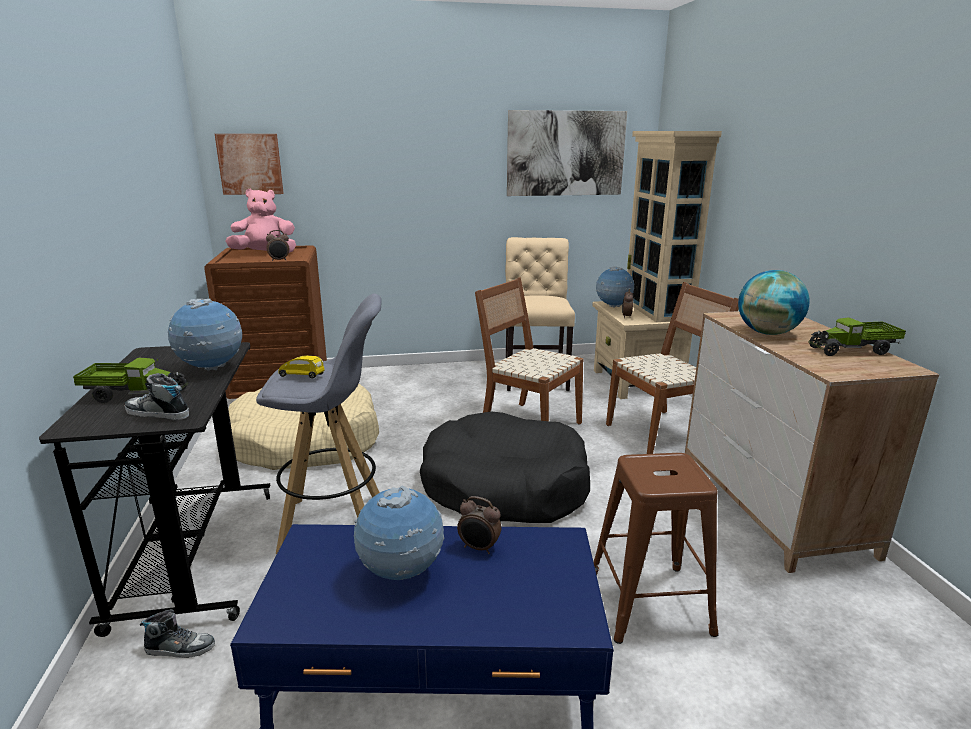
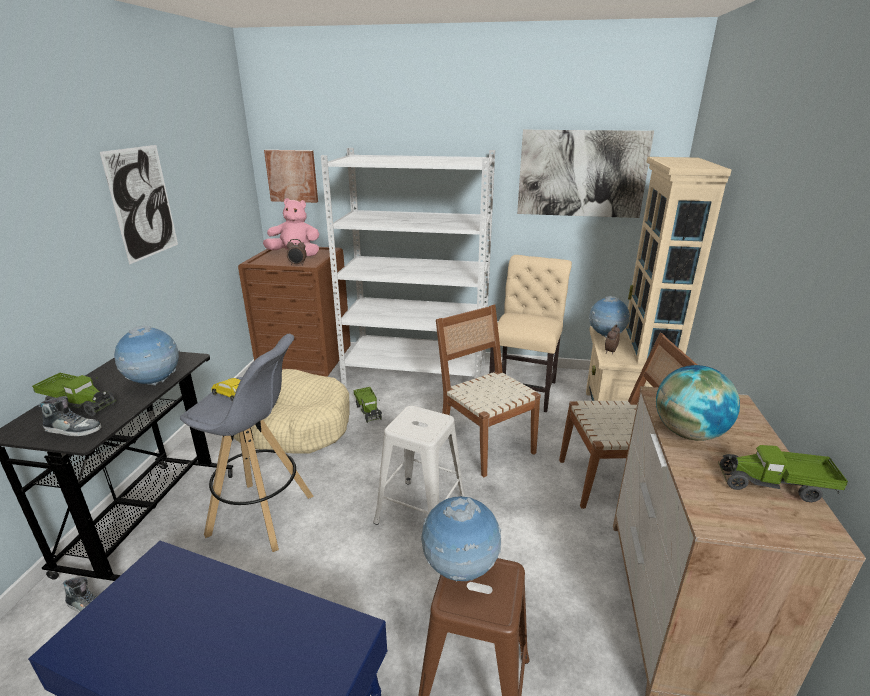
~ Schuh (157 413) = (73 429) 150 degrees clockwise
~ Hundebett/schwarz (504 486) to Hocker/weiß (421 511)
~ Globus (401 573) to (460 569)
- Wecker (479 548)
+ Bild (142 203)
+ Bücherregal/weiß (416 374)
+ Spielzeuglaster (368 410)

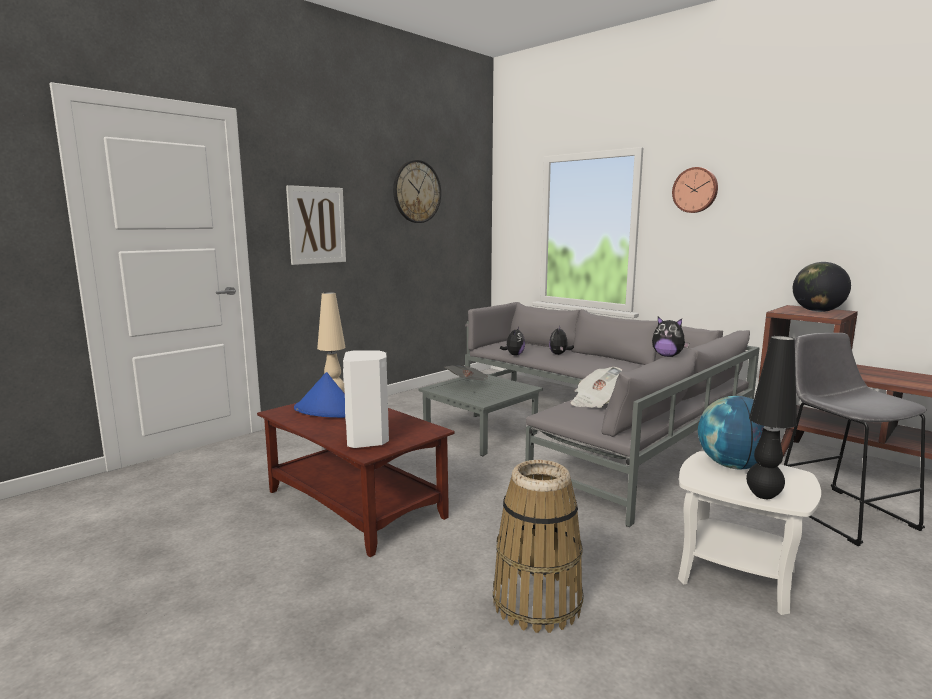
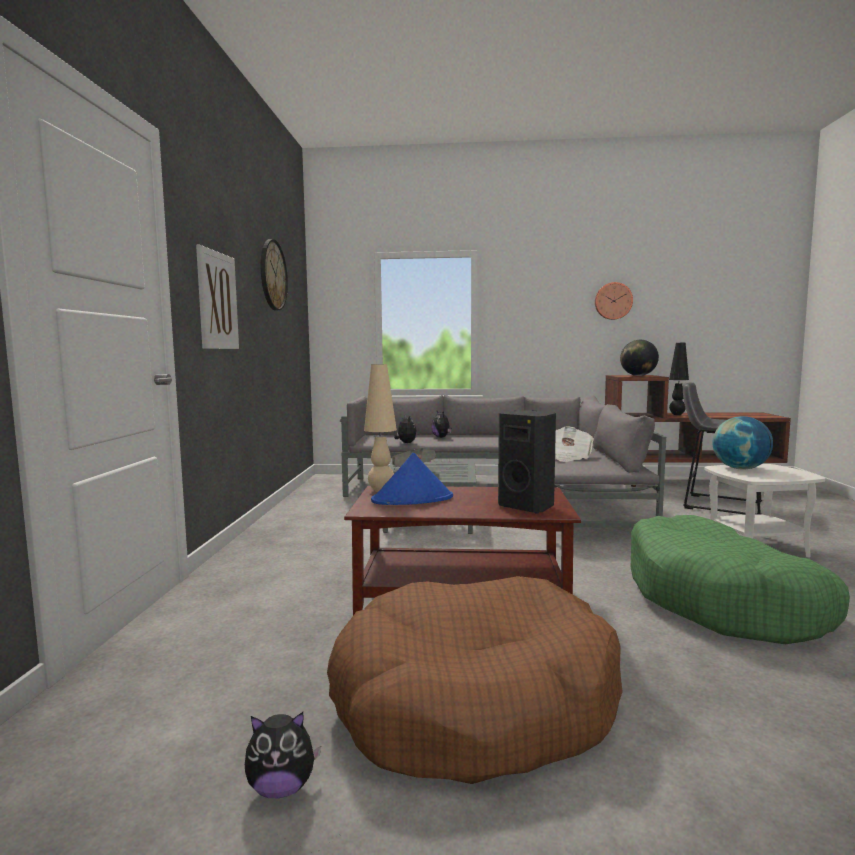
~ Wanduhr (695 190) to (613 301)
~ Plüschtier (667 356) to (282 788)
~ Tischlampe/schwarz (763 495) to (677 414)
~ Lautsprecher/weiß (368 440) to Lautsprecher/schwarz (527 506)
~ Korb (537 602) to Hundebett/grün (722 601)
+ Hundebett/braun (474 702)

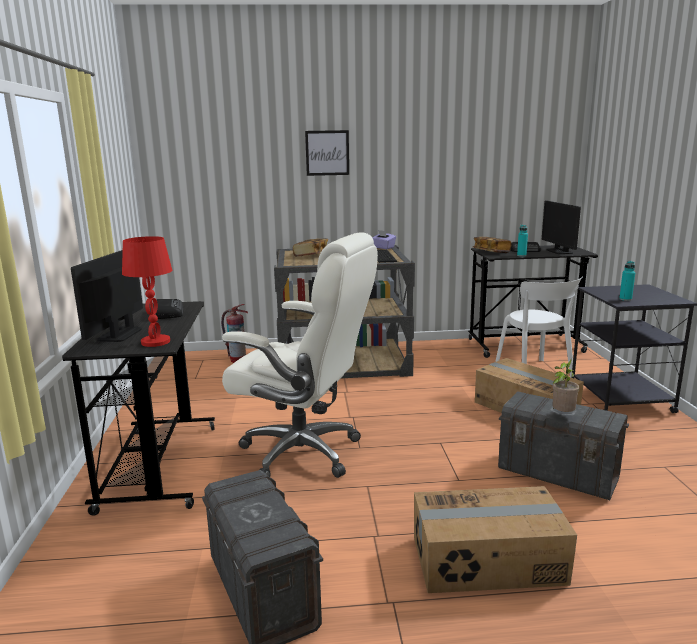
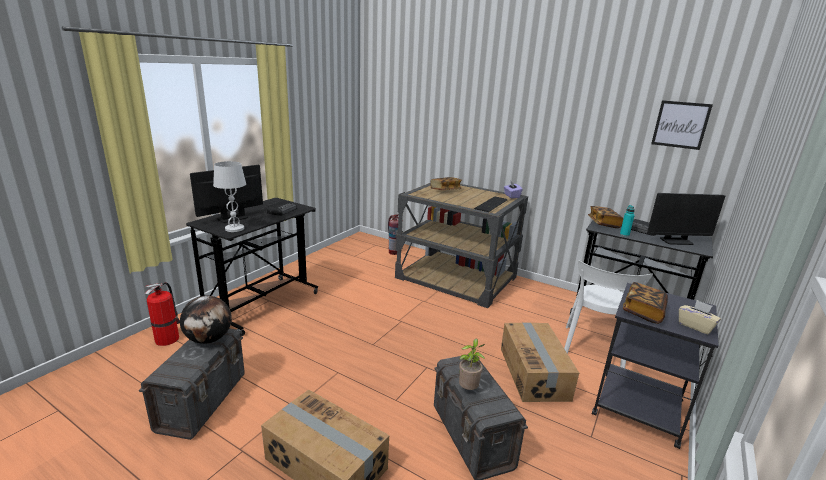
~ Bild (327 153) to (680 125)
~ Monitor (559 251) = (676 241) 120 degrees counterclockwise
- Bürostuhl/weiß (303 453)
~ Tischlampe/rot (156 342) to Tischlampe/weiß (234 229)
~ Flasche/türkis (625 299) to Buch (643 311)
+ Feuerlöscher (168 338)
+ Globus (209 339)
+ Taschentuchbox/beige (695 326)

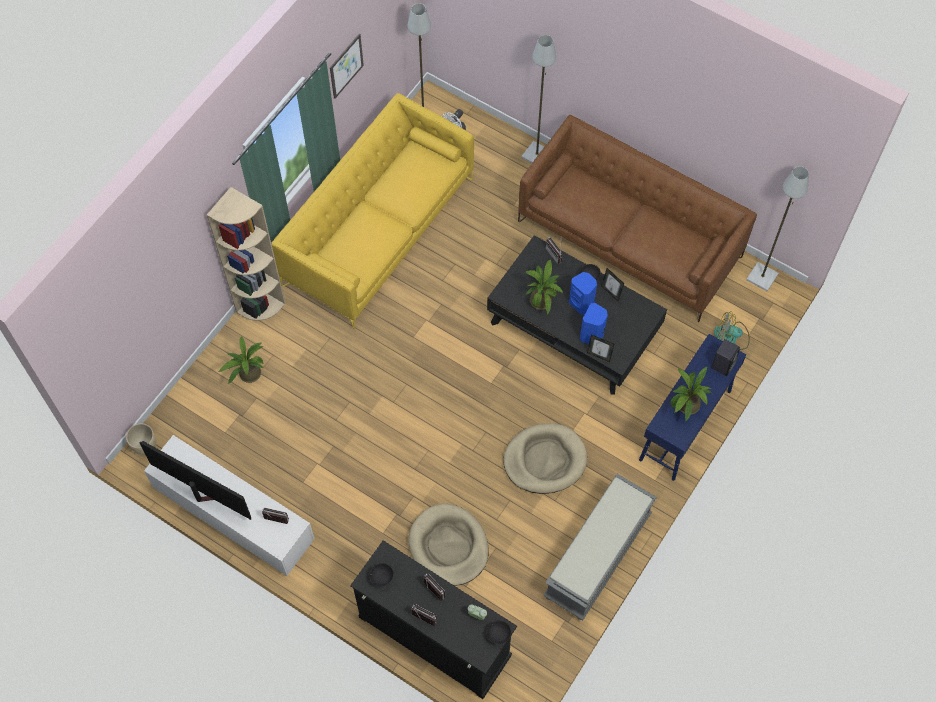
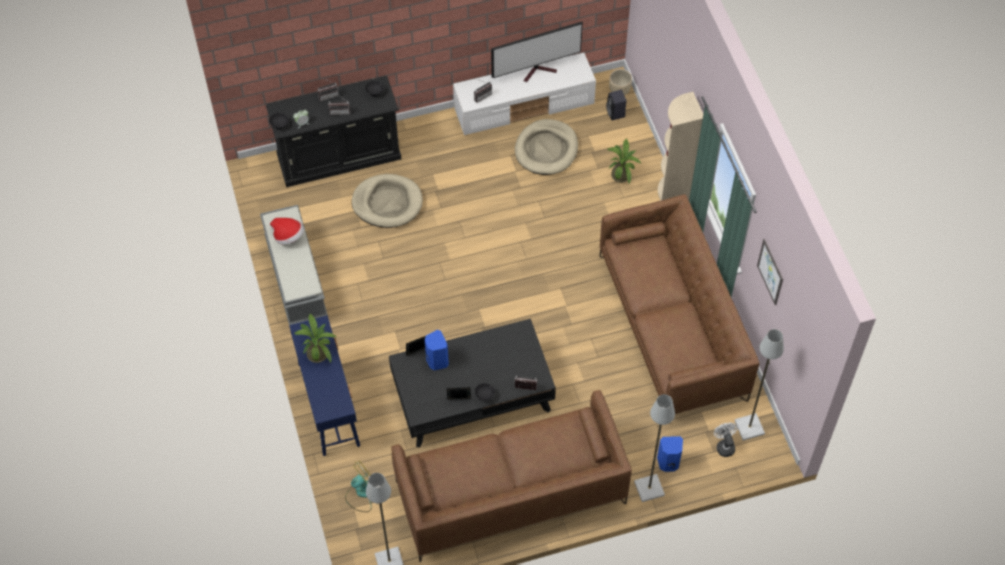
~ Sofa/gelb (378 231) to Sofa/braun (672 327)
- Topfpflanze (542 299)
~ Lautsprecher/blau (582 303) to (668 463)
~ Lautsprecher/schwarz (723 364) to (616 113)
~ Hundebett/beige (545 460) to (546 149)
+ Hut (288 236)

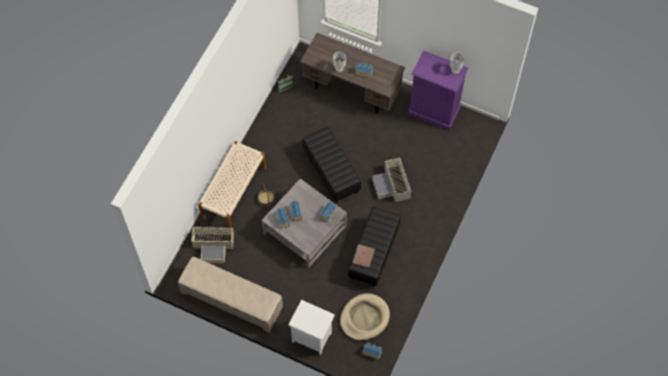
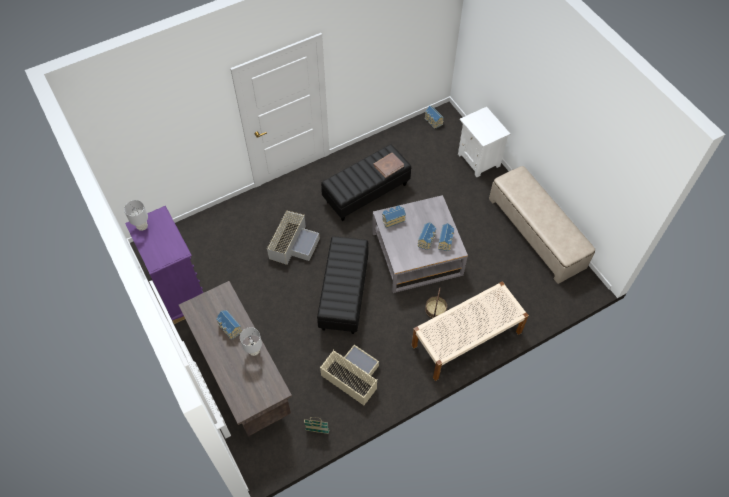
~ Aufbewahrungsbox/beige (214 245) to (352 376)
- Hundebett/beige (364 318)

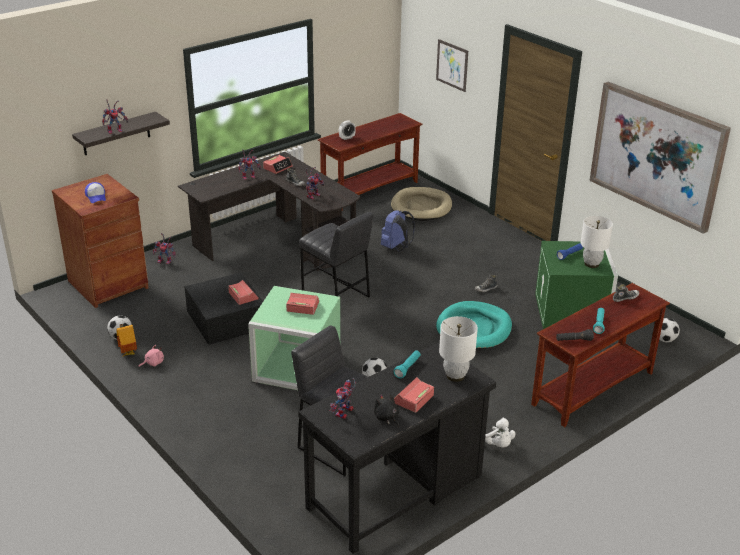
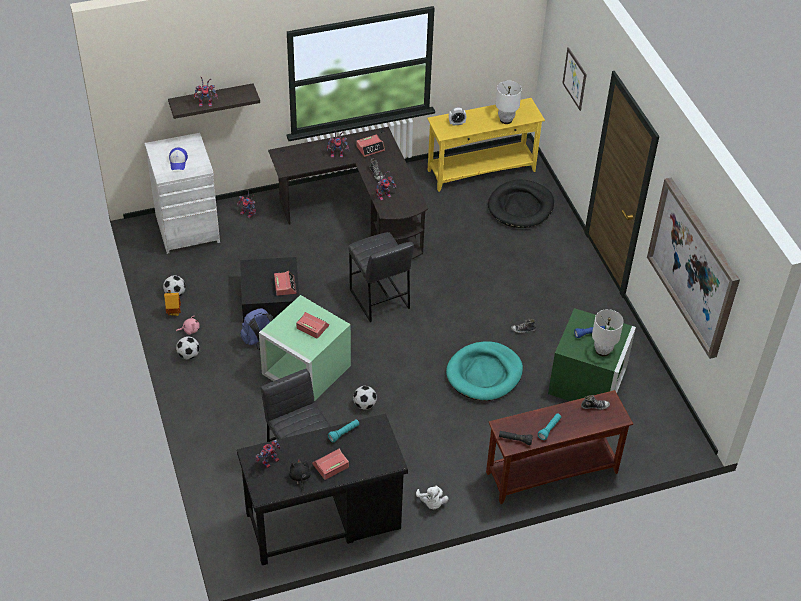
~ Konsolentisch/braun (370 190) to Konsolentisch/gelb (481 170)
~ Kommode/braun (109 284) to Kommode/weiß (188 229)
~ Hundebett/beige (421 207) to Hundebett/schwarz (521 207)
~ Rucksack/blau (396 247) to (259 342)
~ Tischlampe/weiß (455 376) to (506 120)
~ Fußball (664 340) to (188 355)

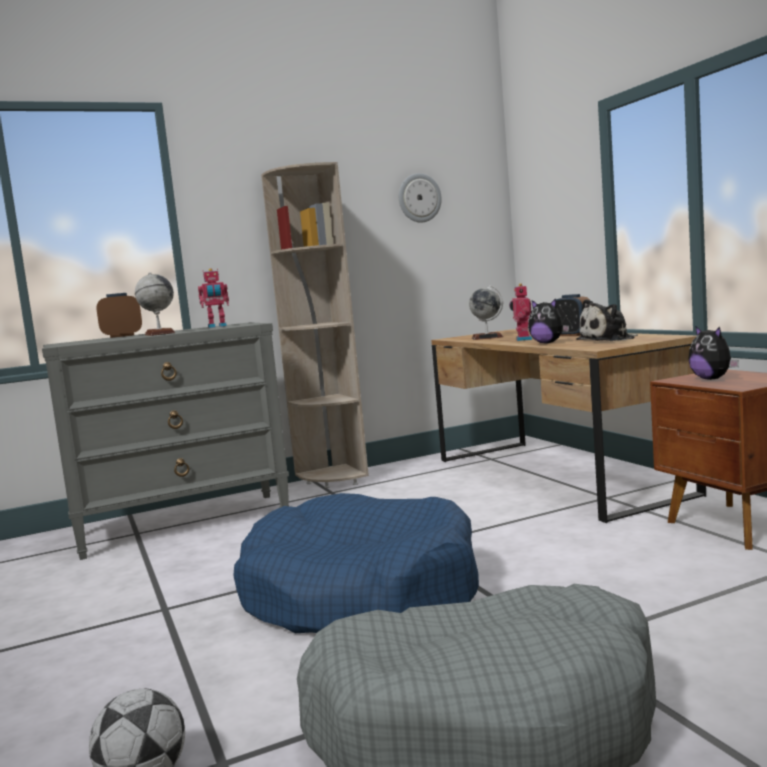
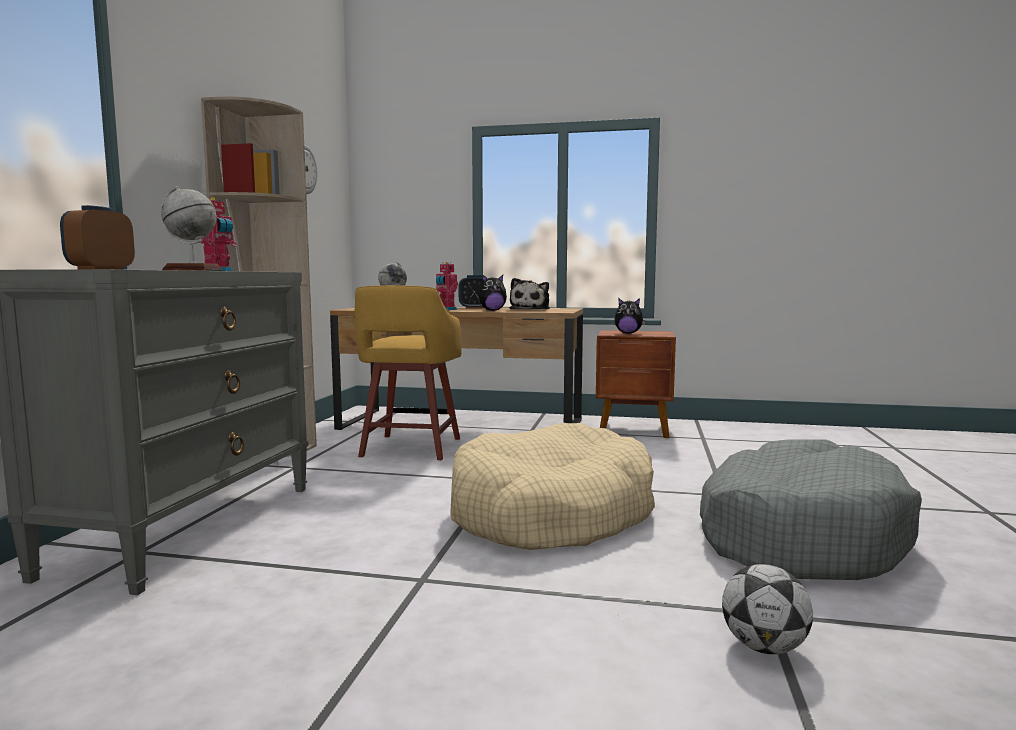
~ Hundebett/blau (360 594) to Hundebett/beige (550 513)
+ Hocker/gelb (410 448)

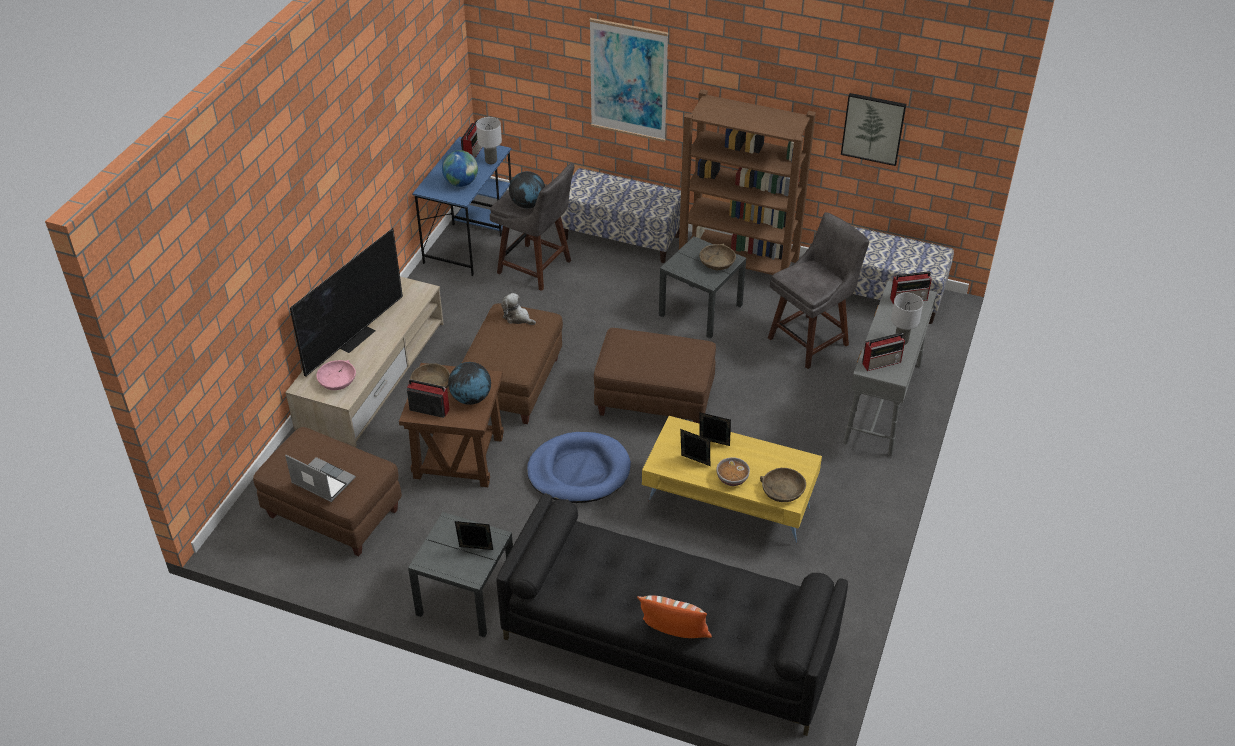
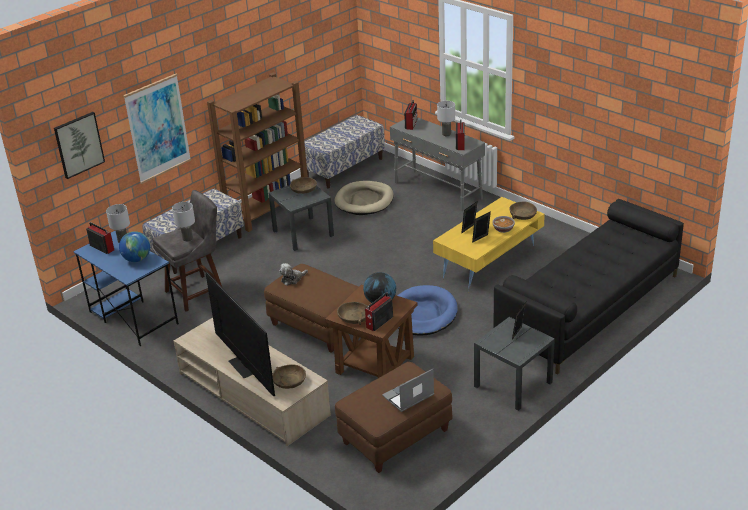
~ Bild (873 128) to (79 144)
~ Globus (528 204) to Tischlampe/weiß (187 239)
~ Hocker/grau (810 340) to Hundebett/beige (364 201)
- Polsterhocker/braun (654 400)
~ Schüssel/rosa (337 380) to Schüssel/braun (289 381)
- Kissen (674 635)

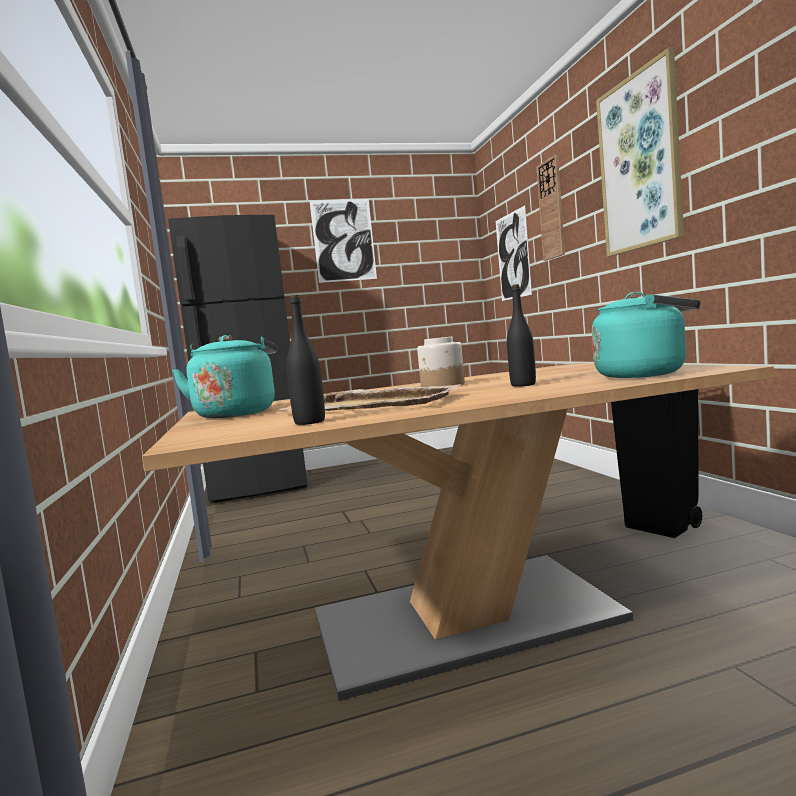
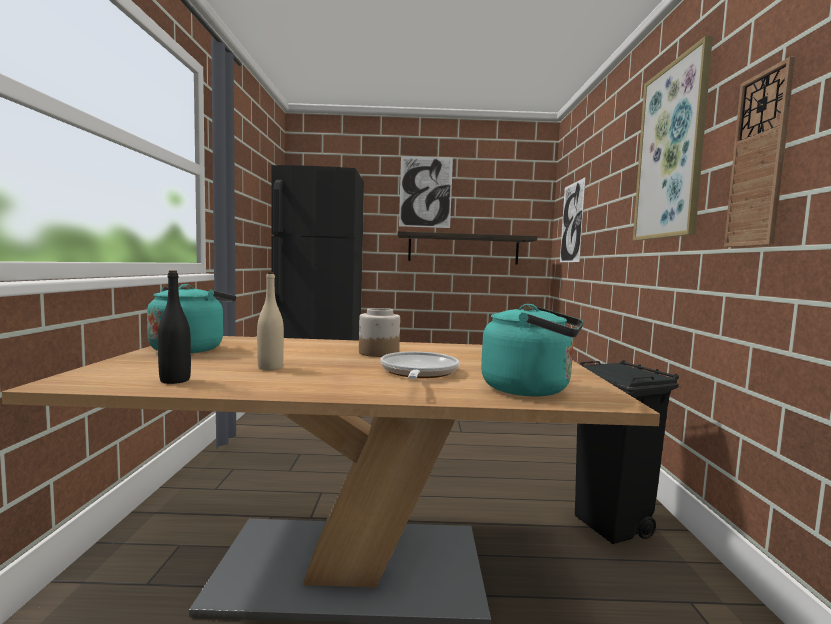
~ Wanduhr (551 209) to (759 160)
~ Flasche/schwarz (523 385) to Pfanne (418 373)
~ Tablett/beige (374 404) to Flasche/beige (270 368)
+ Wandregal (463 249)

